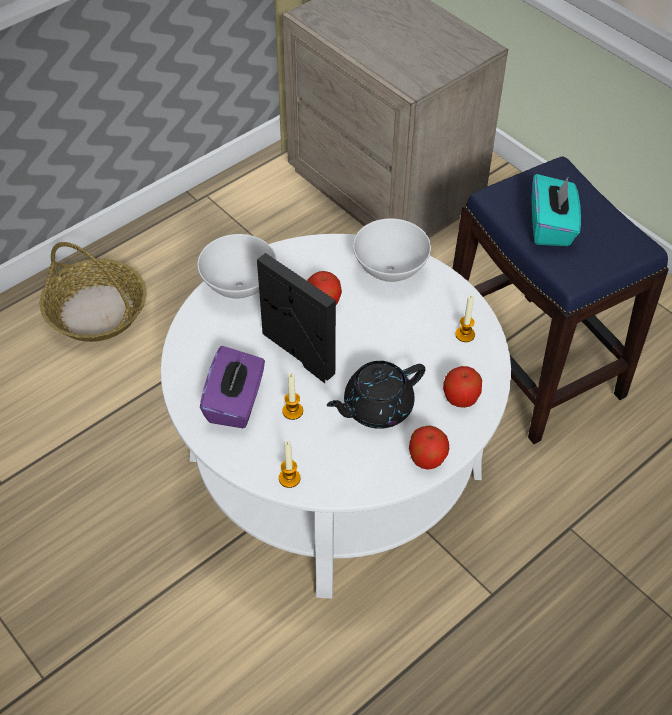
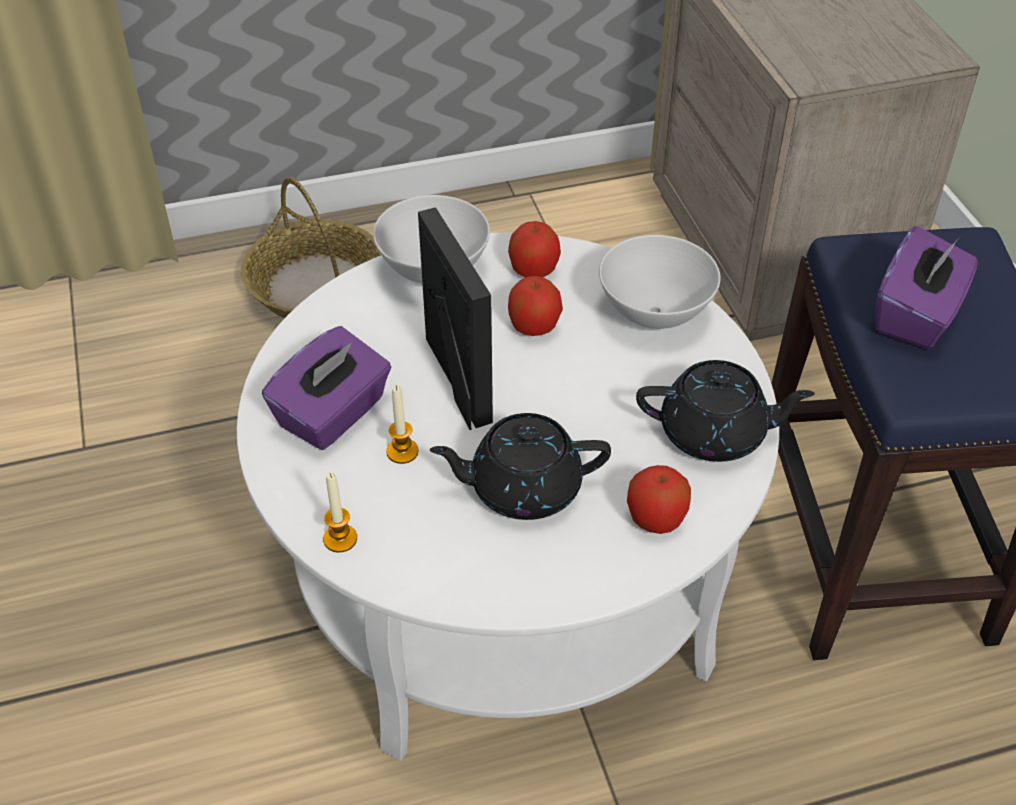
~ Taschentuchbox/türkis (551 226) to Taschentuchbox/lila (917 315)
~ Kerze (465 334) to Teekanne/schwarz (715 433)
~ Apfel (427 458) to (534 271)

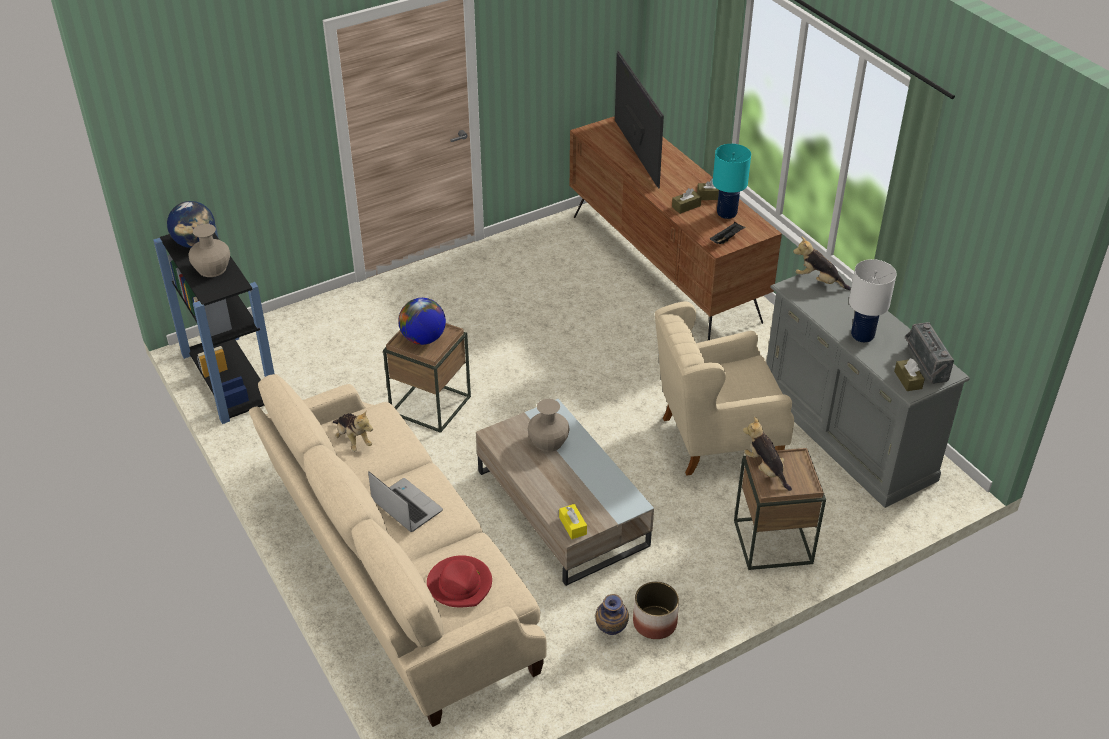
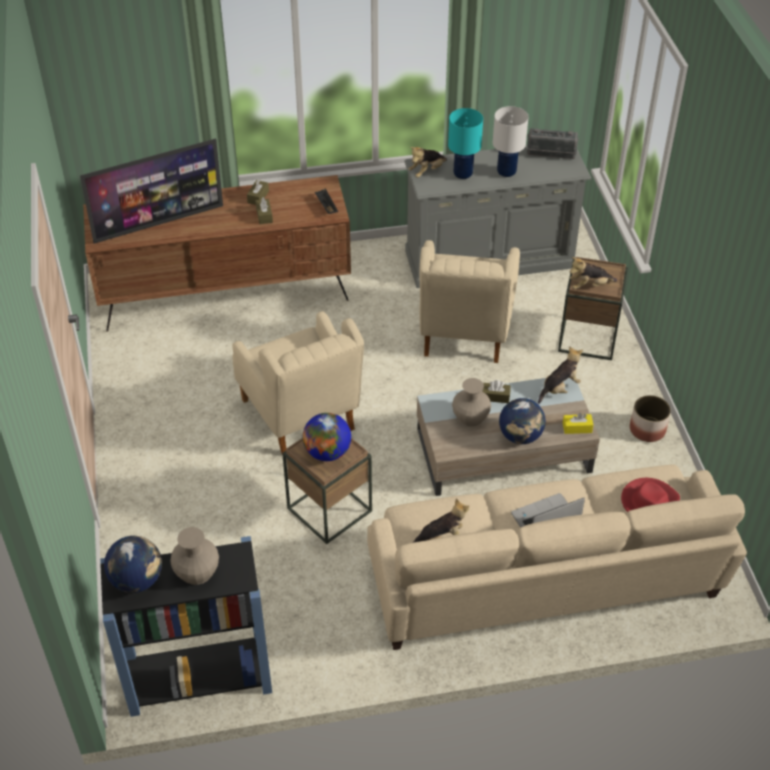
~ Fernseher (634 154) = (159 223) 150 degrees clockwise
~ Tischlampe/türkis (726 215) to (463 175)
~ Taschentuchbox/braun (908 380) to (495 397)
- Vase (610 633)
+ Sessel/beige (302 415)
+ Plüschtier (559 388)
+ Globus (520 436)

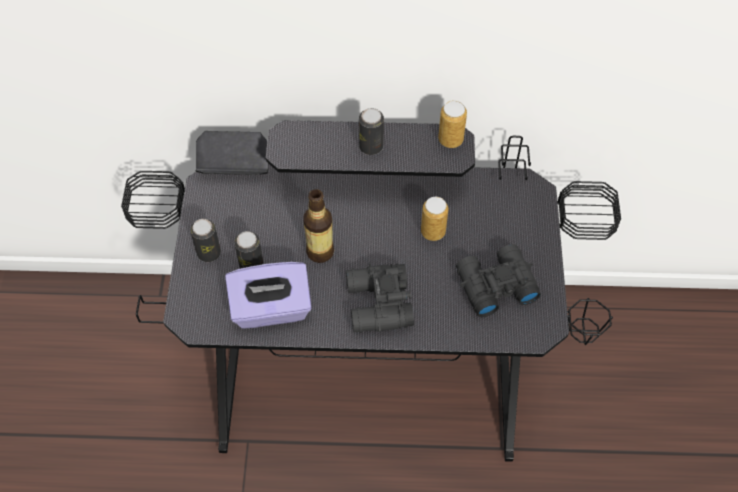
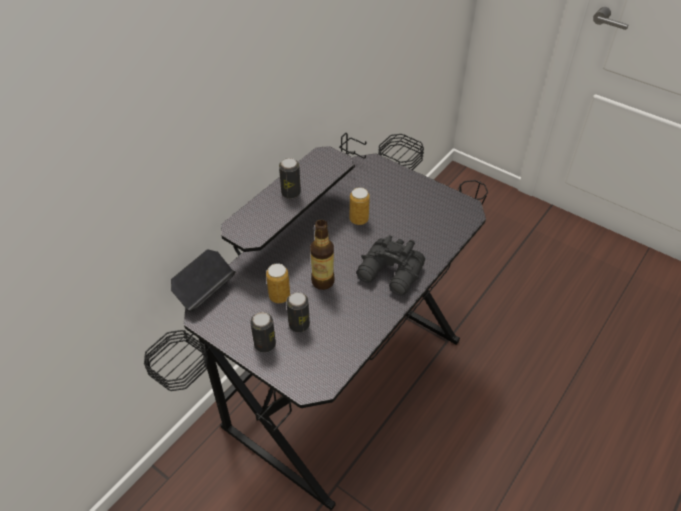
~ Dose (450 140) to (279 296)
- Fernglas/schwarz (494 285)
- Taschentuchbox/lila (271 309)

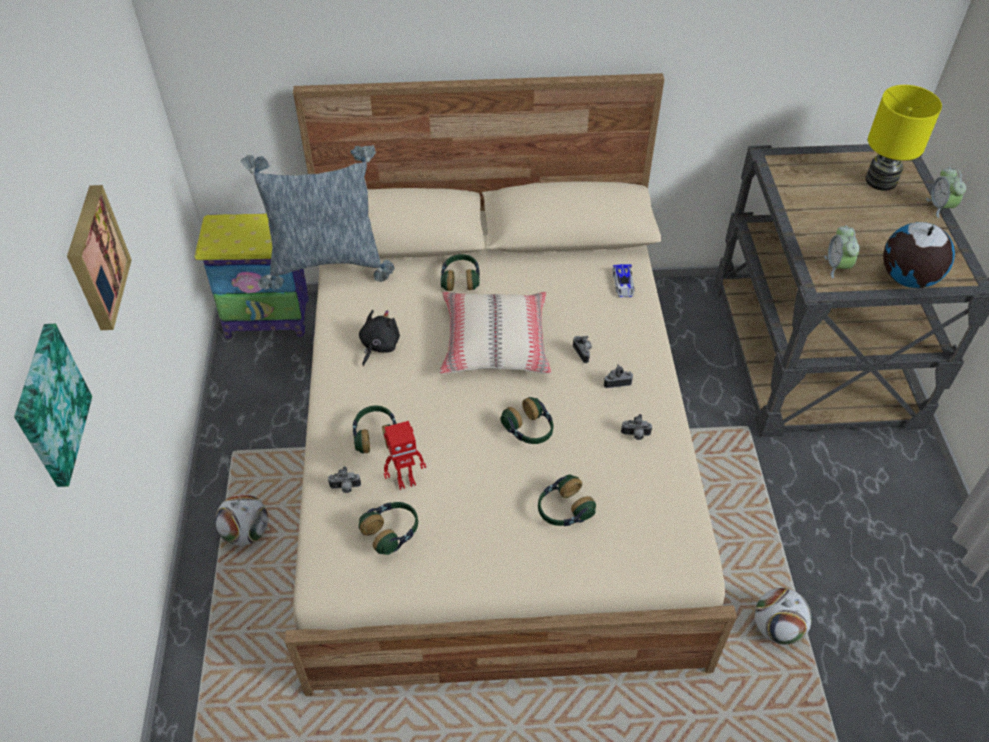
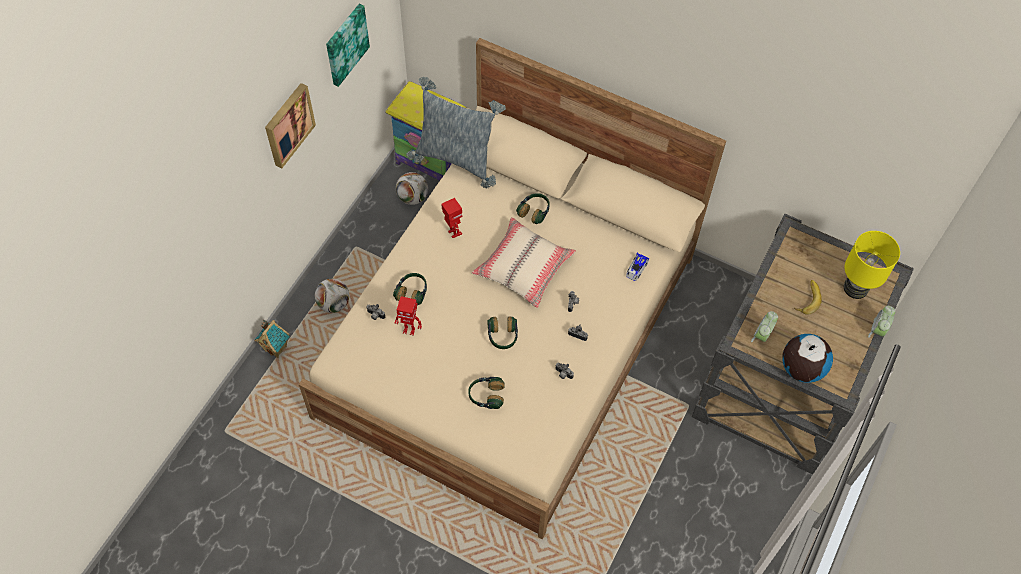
~ Plüschtier/schwarz (379 346) to Spielzeugroboter (453 233)
~ Bild (49 406) to (345 44)
- Kopfhörer (392 532)
~ Fußball (776 628) to (412 197)
+ Banane (806 298)
+ Spielzeughaus (276 348)

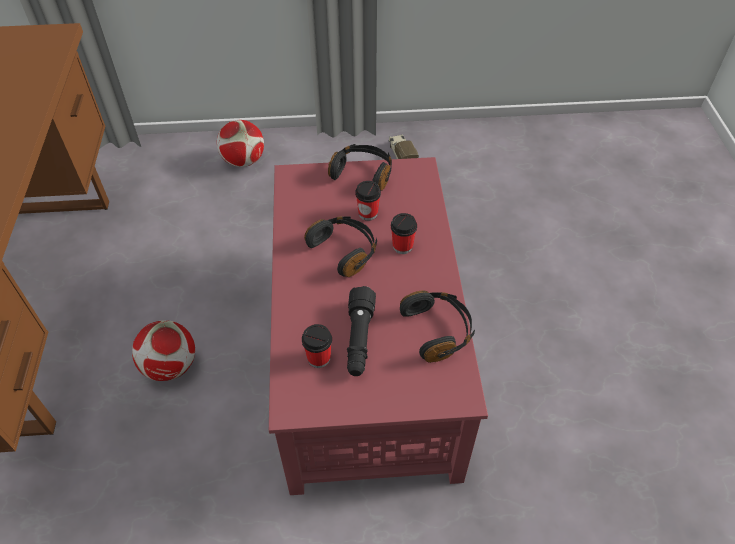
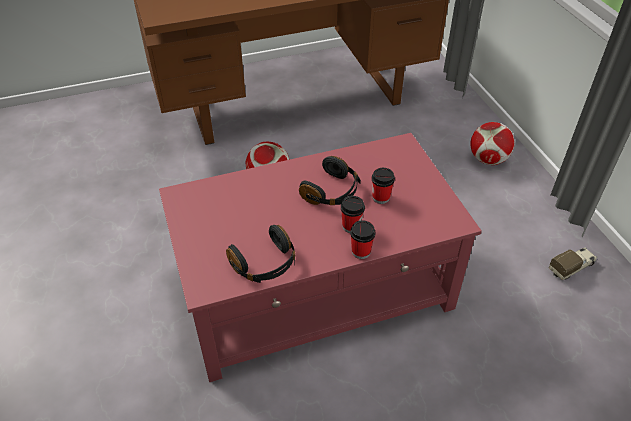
- Kopfhörer/schwarz (363 173)
- Taschenlampe/schwarz (359 339)
~ Tasse (319 358) to (361 251)

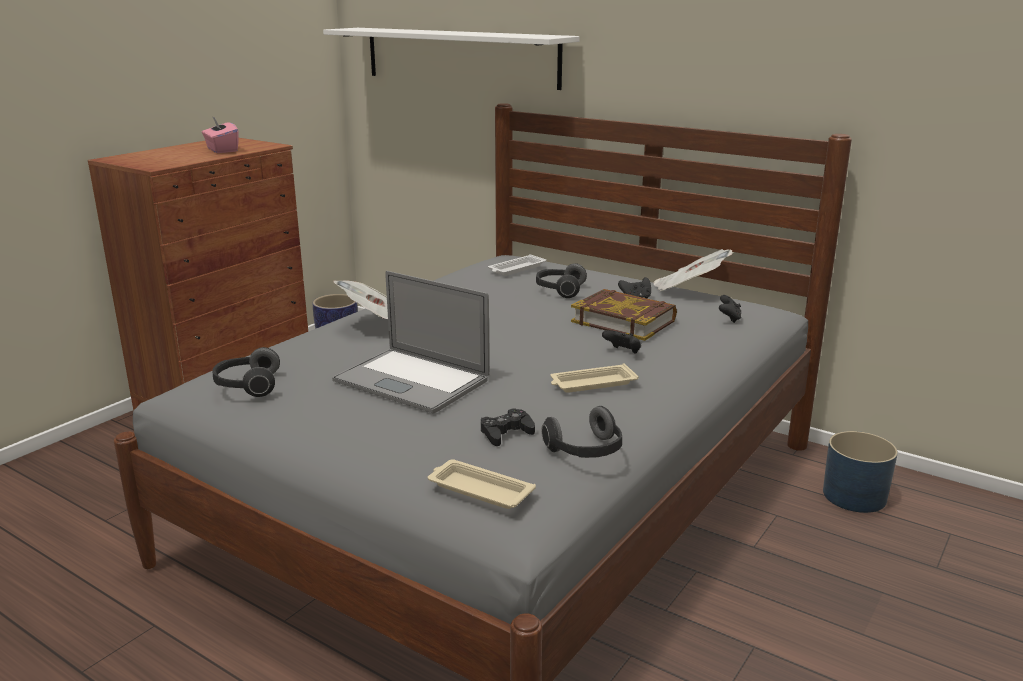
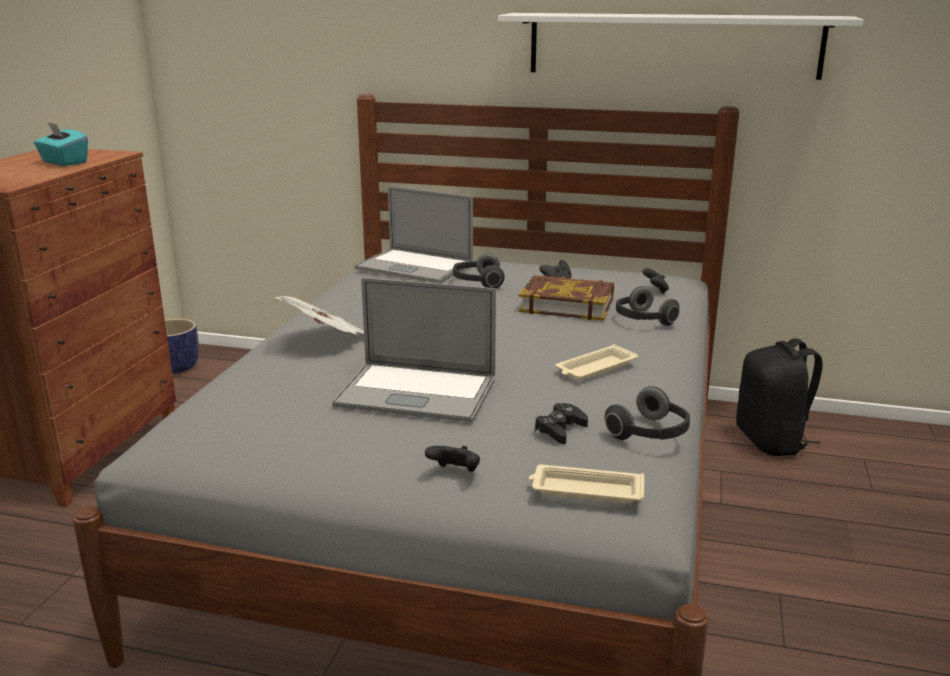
~ Wandregal/weiß (460 57) to (673 45)
~ Taschentuchbox/rosa (221 150) to Taschentuchbox/türkis (64 162)
- Zeitung (688 289)
~ Tablett/weiß (516 269) to Laptop (414 266)
~ Gamepad/schwarz (622 352) to (455 472)
~ Kopfhörer (247 386) to (642 320)
~ Pflanzkübel/blau (854 496) to Rucksack/schwarz (772 441)

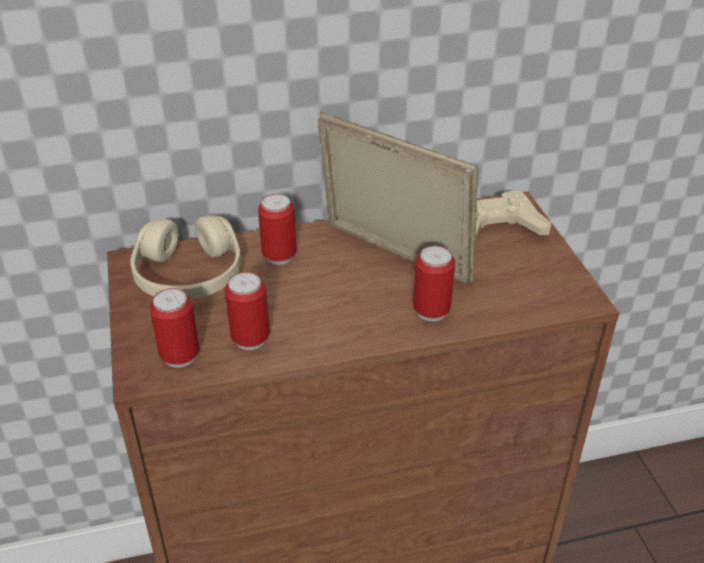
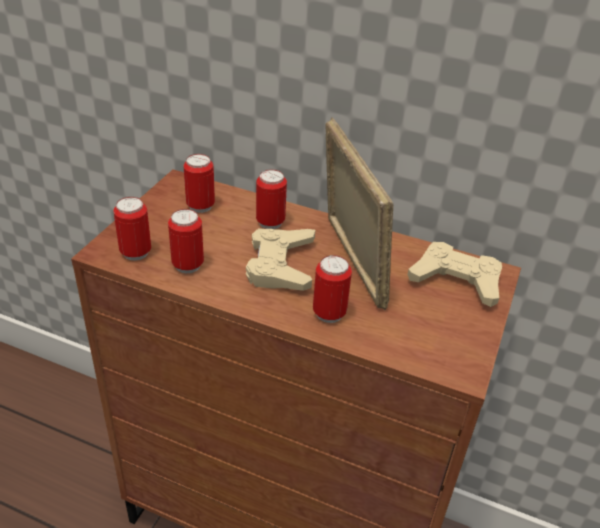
~ Kopfhörer/beige (189 275) to Dose (200 206)
+ Gamepad/beige (280 265)

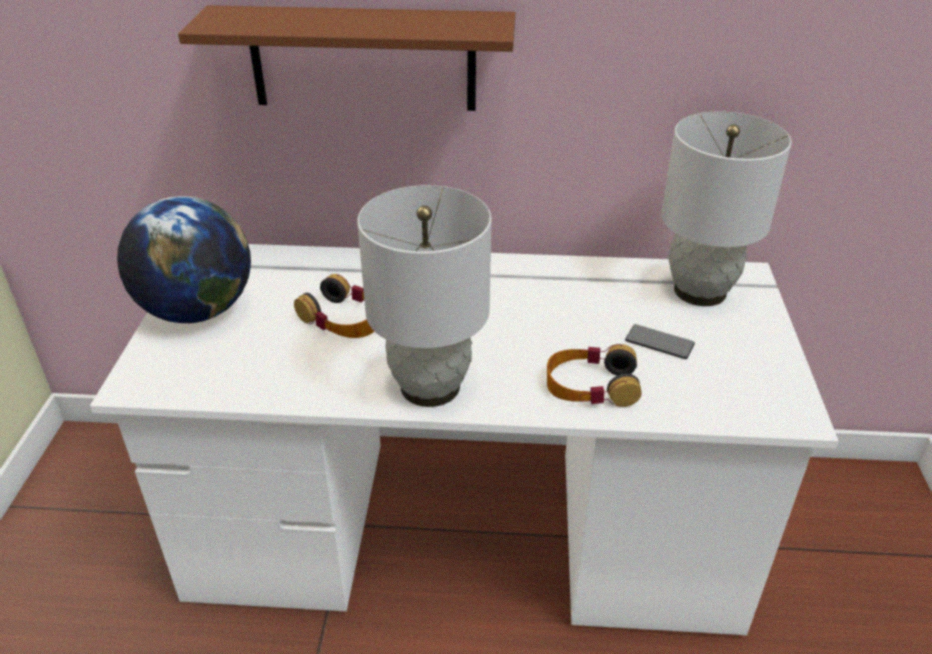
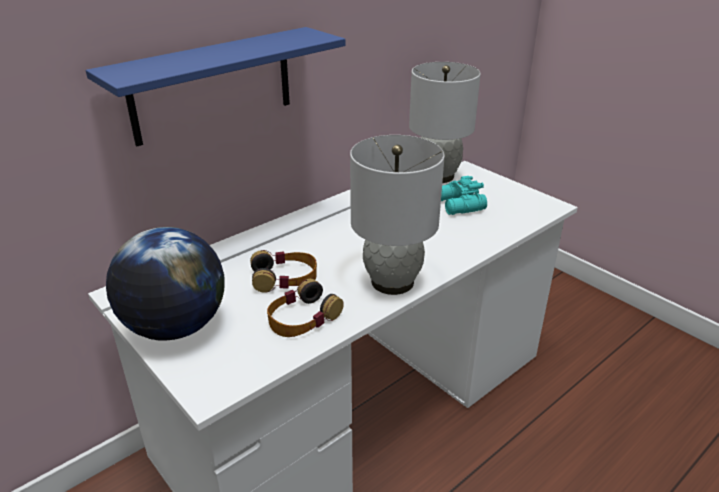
~ Wandregal/braun (363 59) to Wandregal/blau (213 85)
~ Handy (659 343) to Fernglas/türkis (458 205)
~ Kopfhörer (591 385) to (302 318)

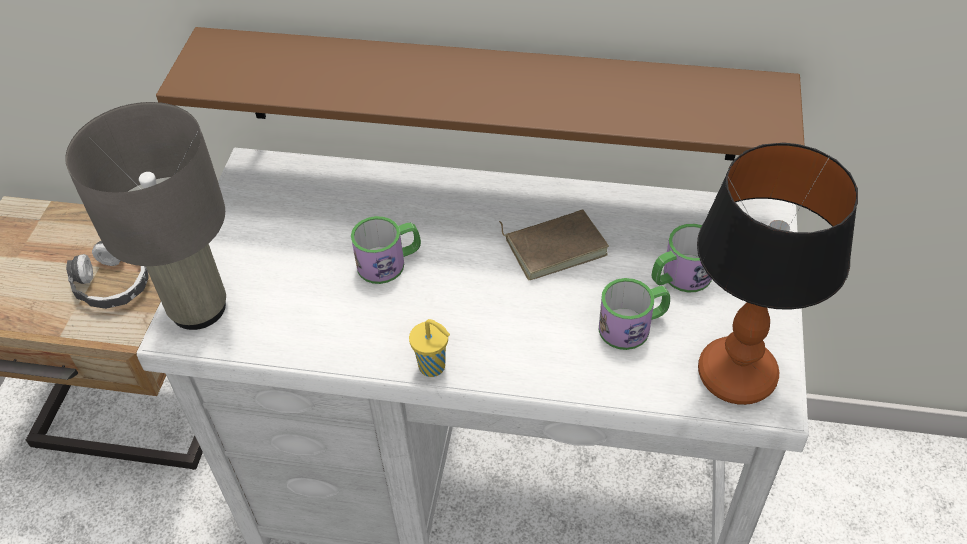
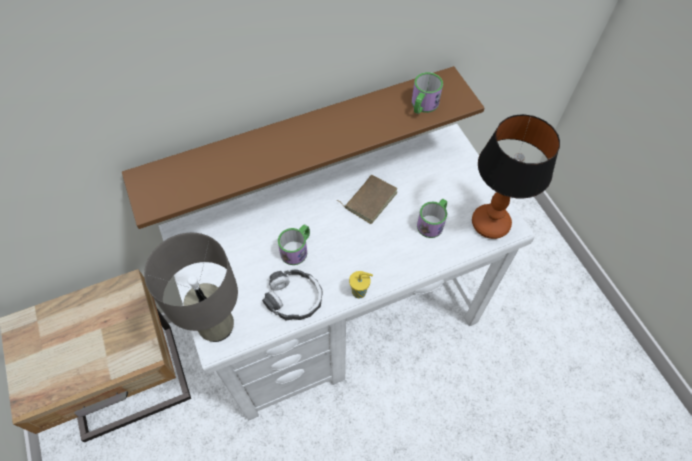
~ Henkelbecher (679 277) to (422 105)
~ Kopfhörer (113 283) to (294 298)

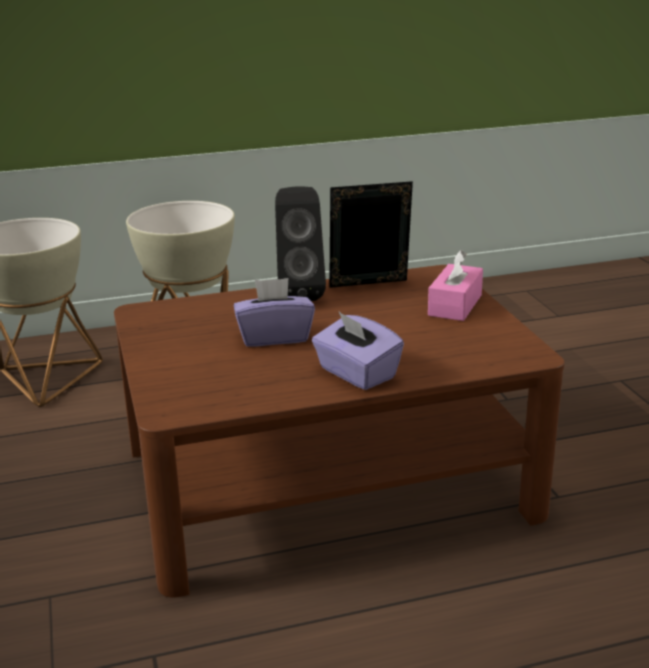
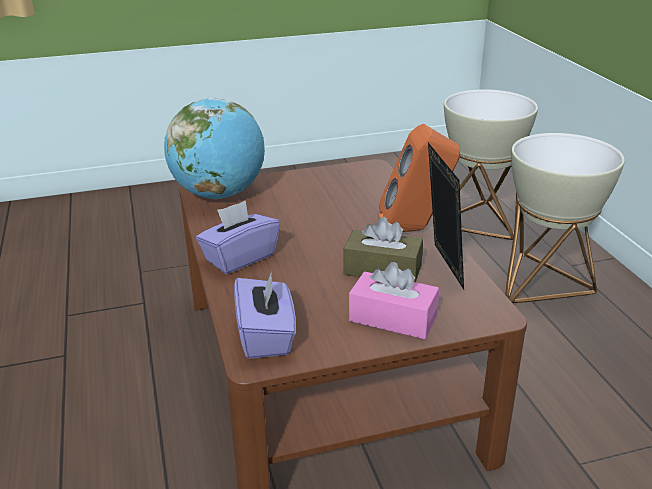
~ Lautsprecher/schwarz (299 294) to Lautsprecher/orange (415 230)
~ Taschentuchbox/lila (274 337) to (266 336)
+ Globus (219 194)
+ Taschentuchbox/braun (382 270)

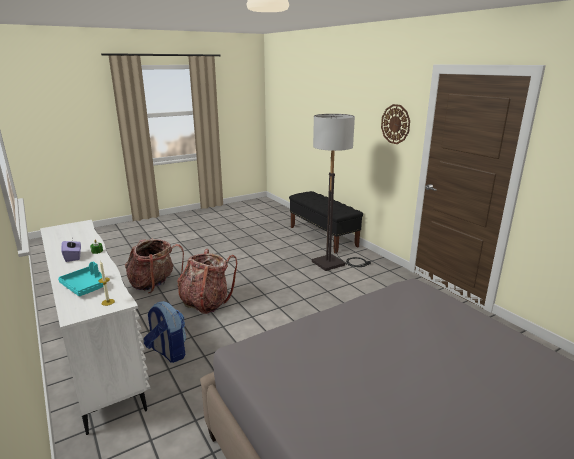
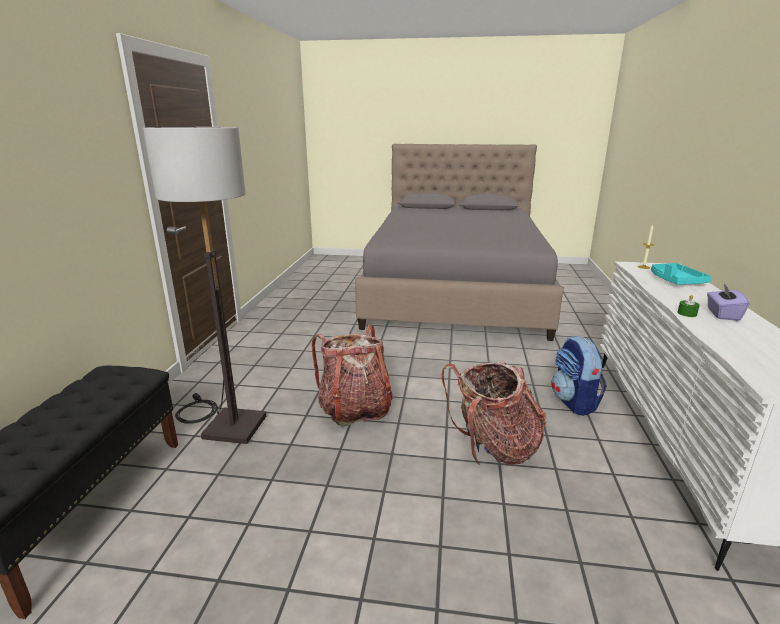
- Wanduhr (395 124)
~ Rucksack (154 284) to (354 408)

